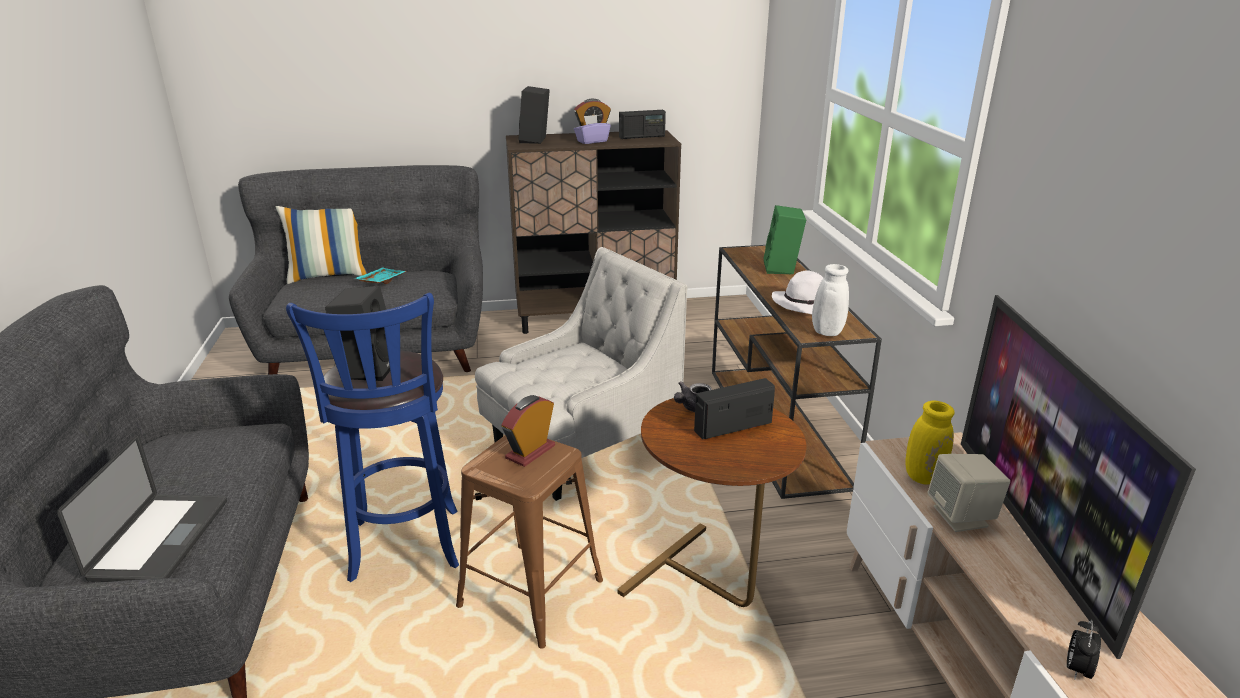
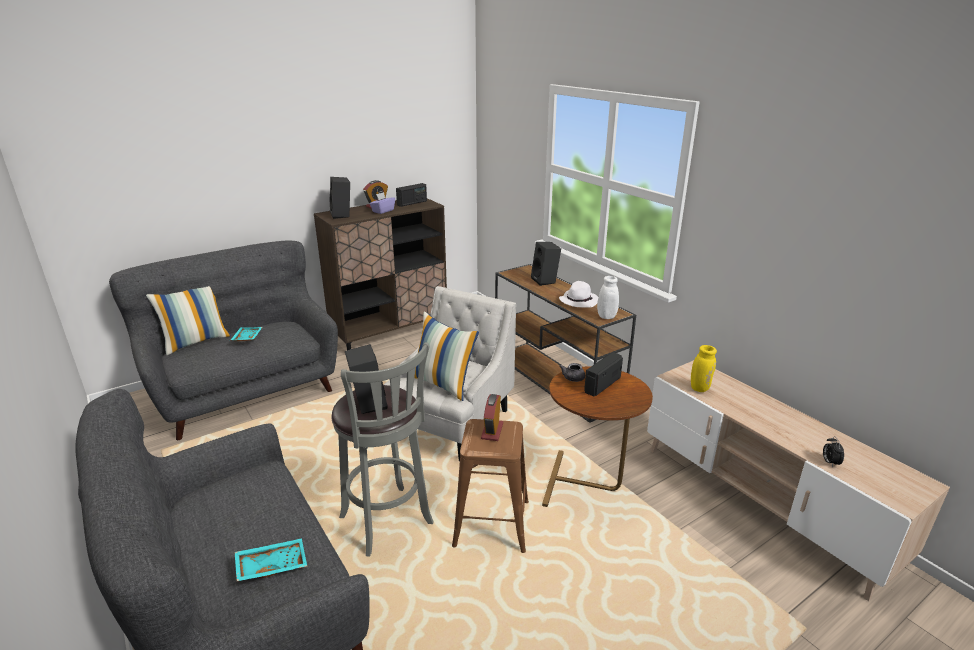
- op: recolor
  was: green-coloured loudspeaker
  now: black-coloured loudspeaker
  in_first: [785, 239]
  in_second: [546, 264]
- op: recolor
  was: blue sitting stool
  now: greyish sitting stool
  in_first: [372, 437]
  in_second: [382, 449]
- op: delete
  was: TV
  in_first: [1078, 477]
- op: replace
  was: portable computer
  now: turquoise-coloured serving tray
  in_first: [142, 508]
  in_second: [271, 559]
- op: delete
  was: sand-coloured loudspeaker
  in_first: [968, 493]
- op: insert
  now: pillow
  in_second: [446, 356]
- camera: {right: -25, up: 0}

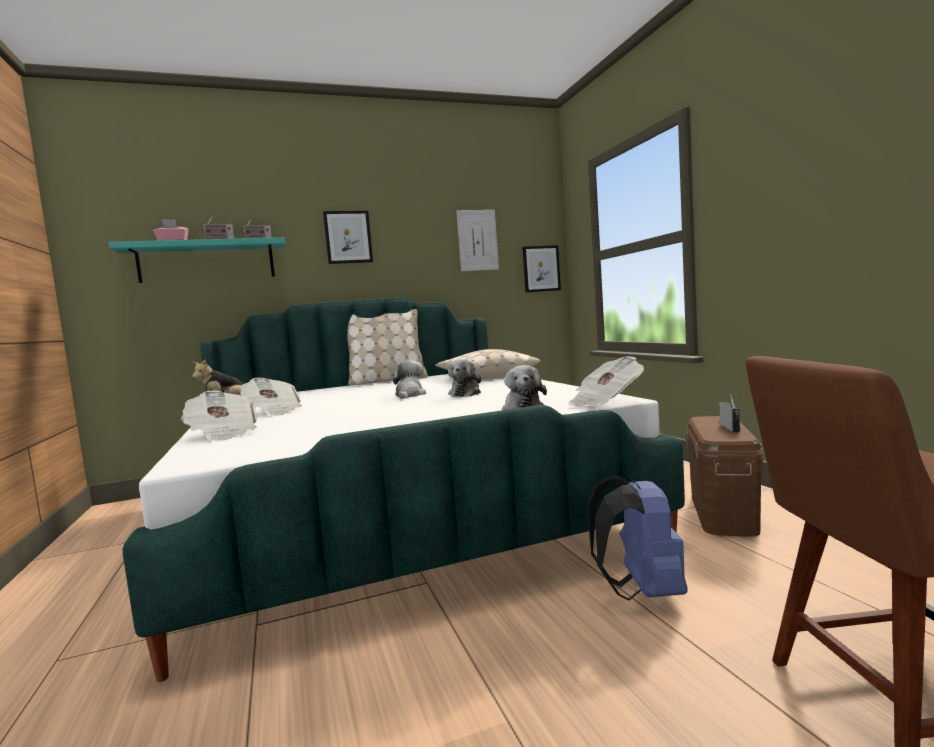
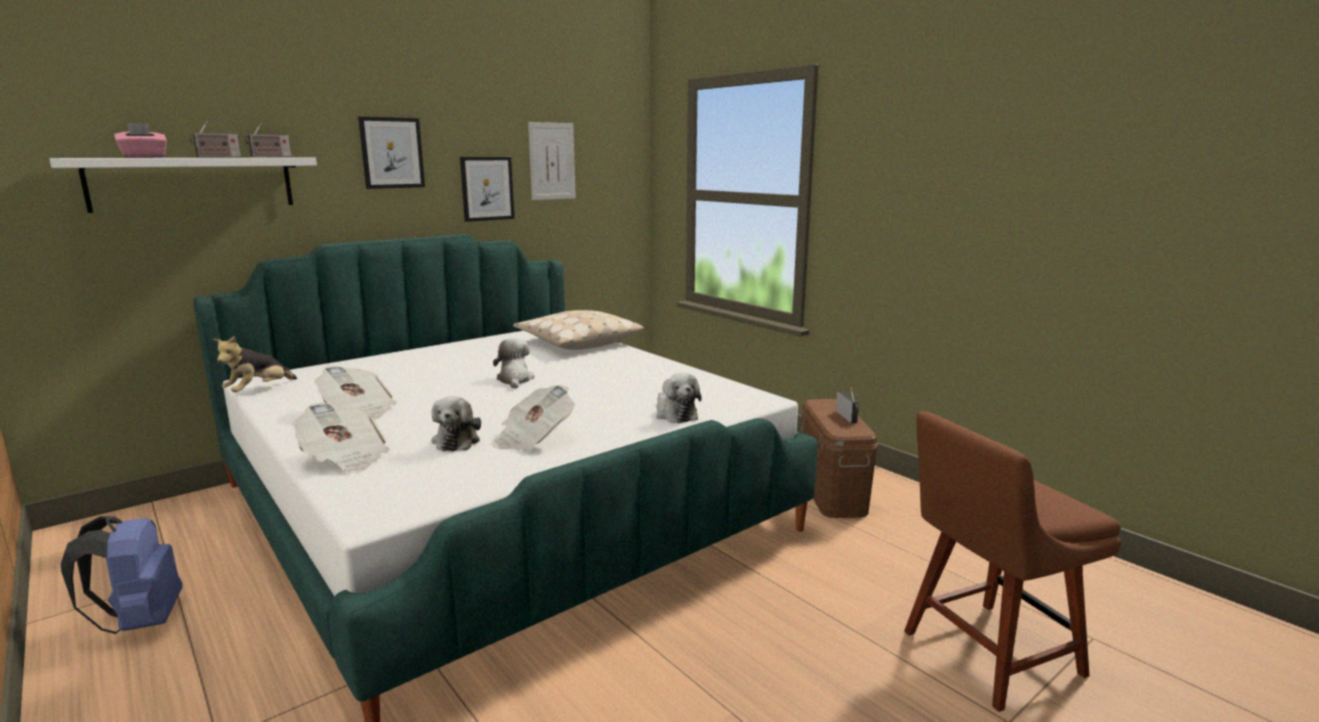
- op: recolor
  was: turquoise-coloured wall shelf
  now: white wall shelf
  in_first: [196, 260]
  in_second: [183, 185]
- op: move
  was: picture
  in_first: [541, 269]
  in_second: [487, 189]
- op: delete
  was: sand-coloured pillow
  in_first: [387, 347]
- op: move
  was: newspaper
  in_first: [606, 381]
  in_second: [533, 418]
- op: move
  was: plush toy
  in_first: [464, 378]
  in_second: [456, 423]
- op: move
  was: blue rucksack
  in_first: [637, 537]
  in_second: [122, 575]
- camera: {right: -20, up: 10}

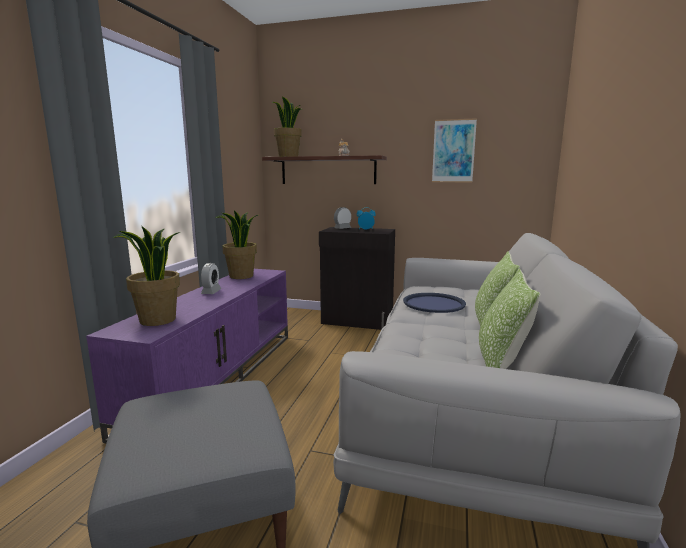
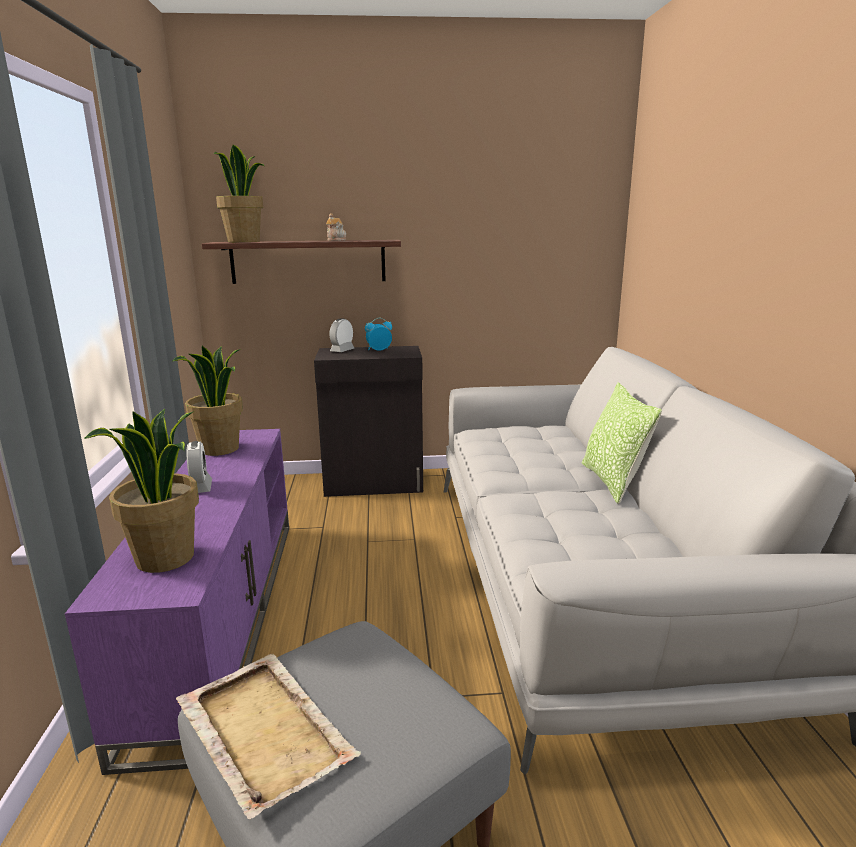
- op: delete
  was: picture
  in_first: [454, 150]
- op: delete
  was: pillow
  in_first: [510, 319]
- op: delete
  was: blue serving tray
  in_first: [434, 303]
- op: insert
  now: sand-coloured serving tray
  in_second: [268, 736]
- camera: {right: -20, up: 5}

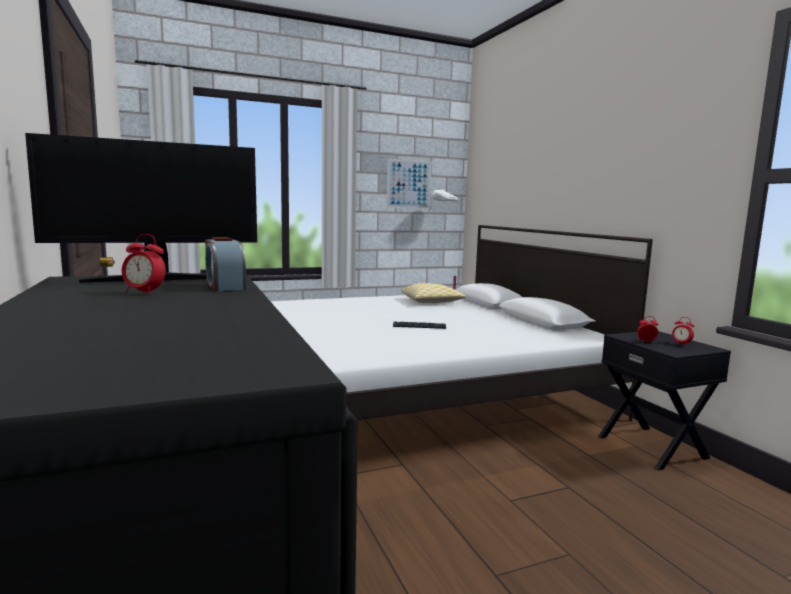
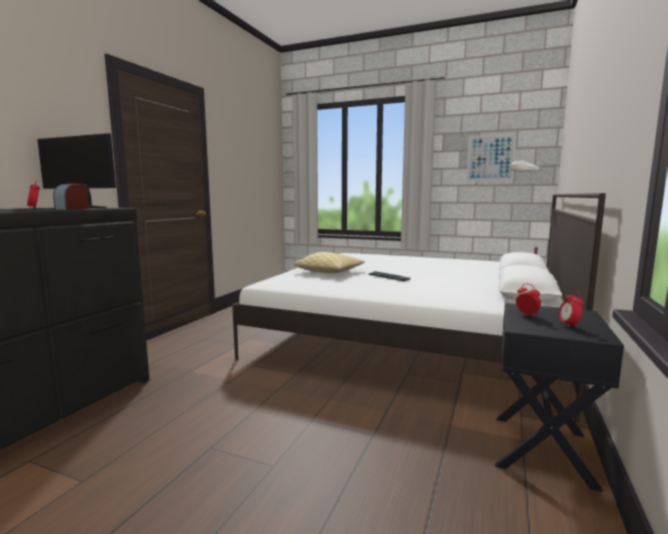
- op: move
  was: pillow
  in_first: [433, 293]
  in_second: [329, 262]
- camera: {right: 45, up: 0}

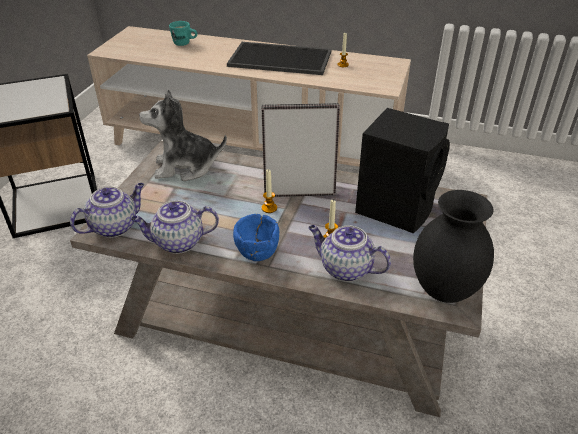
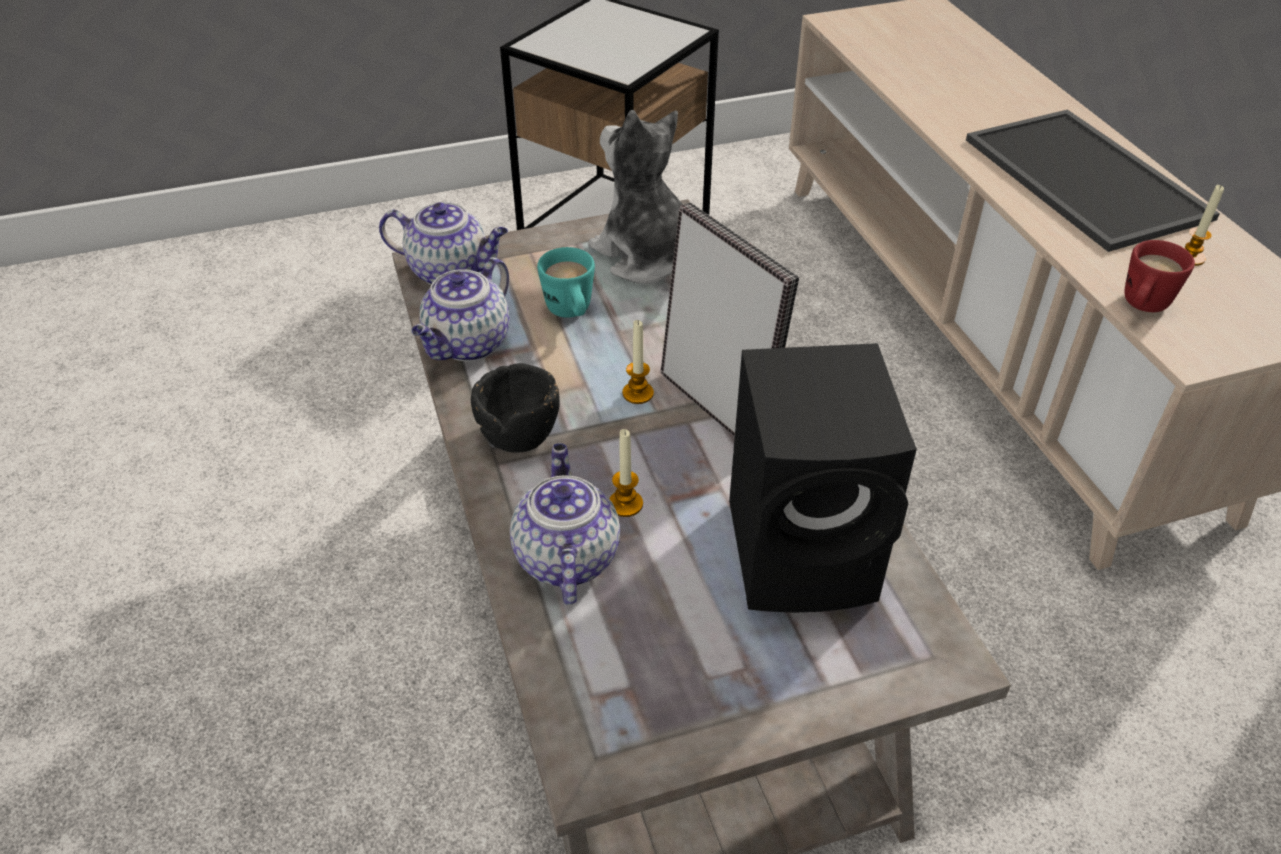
- op: move
  was: turquoise-coloured tea mug
  in_first: [183, 33]
  in_second: [566, 282]
- op: delete
  was: black-coloured flower vase
  in_first: [453, 246]
- op: rotate
  was: pot for tea
  in_first: [175, 227]
  in_second: [461, 309]
  clockwise: -105
- op: recolor
  was: blue bowl
  now: black-coloured bowl
  in_first: [256, 237]
  in_second: [515, 408]
- op: insert
  now: red tea mug
  in_second: [1159, 276]
- camera: {right: 55, up: 5}

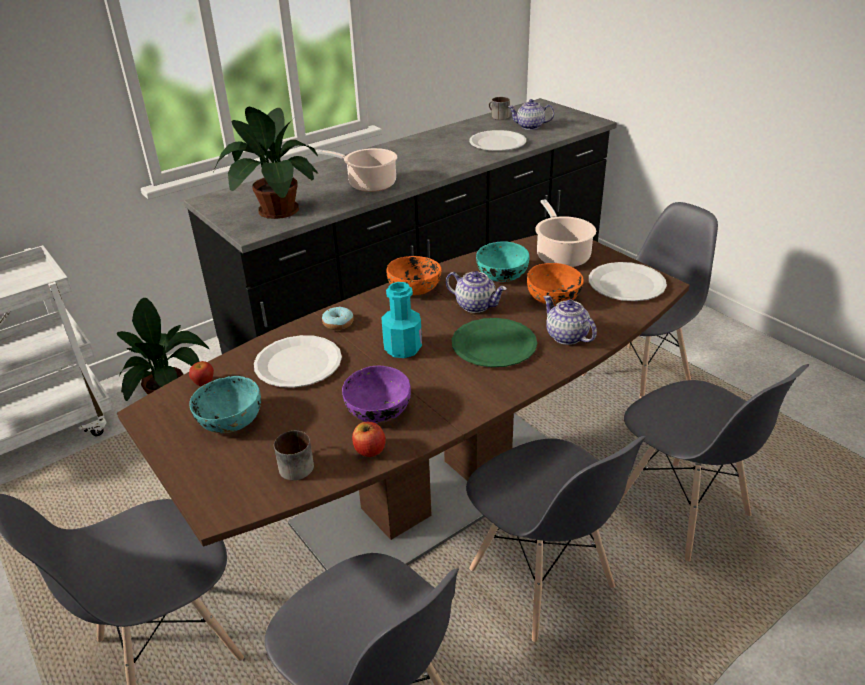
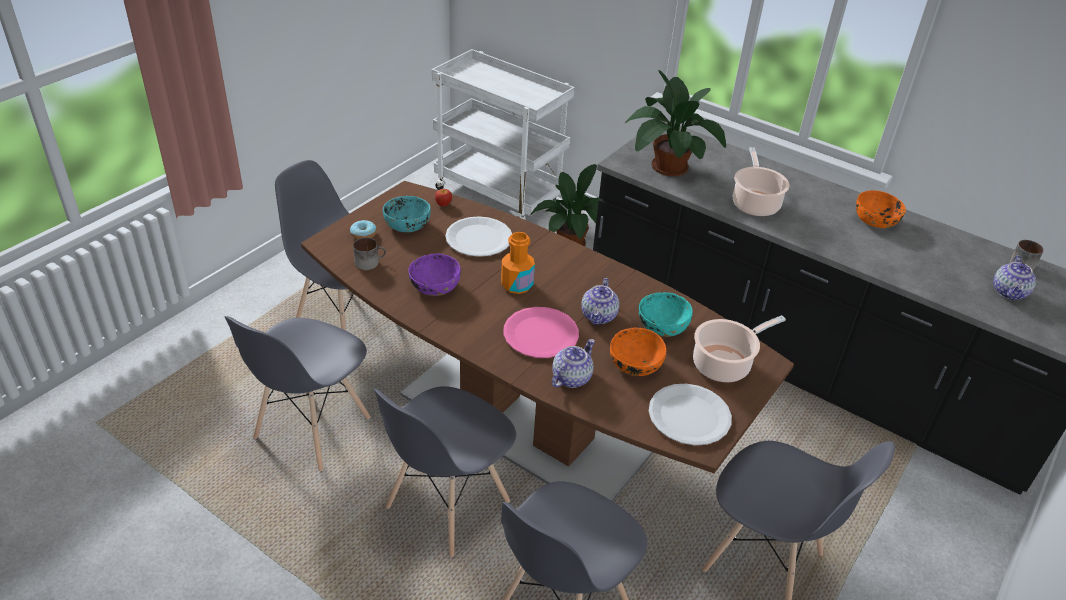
- op: rotate
  was: pot for tea
  in_first: [531, 114]
  in_second: [1014, 277]
  clockwise: -150
- op: delete
  was: white flat dish
  in_first: [497, 140]
- op: move
  was: orange-coloured bowl
  in_first: [413, 275]
  in_second: [881, 209]
- op: recolor
  was: turquoise-coloured drink bottle
  now: orange-coloured drink bottle
  in_first: [401, 320]
  in_second: [518, 263]
- op: move
  was: donut
  in_first: [338, 318]
  in_second: [363, 229]
- op: recolor
  was: green-coloured flat dish
  now: pink flat dish
  in_first: [494, 342]
  in_second: [541, 332]
- op: delete
  was: apple fruit
  in_first: [369, 439]
- camera: {right: 70, up: 5}

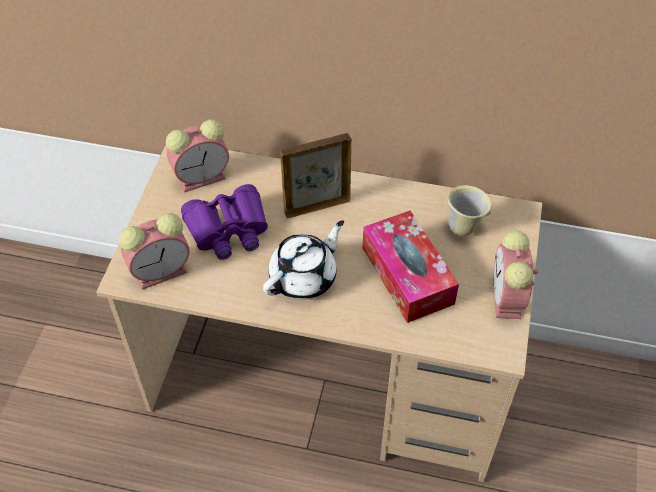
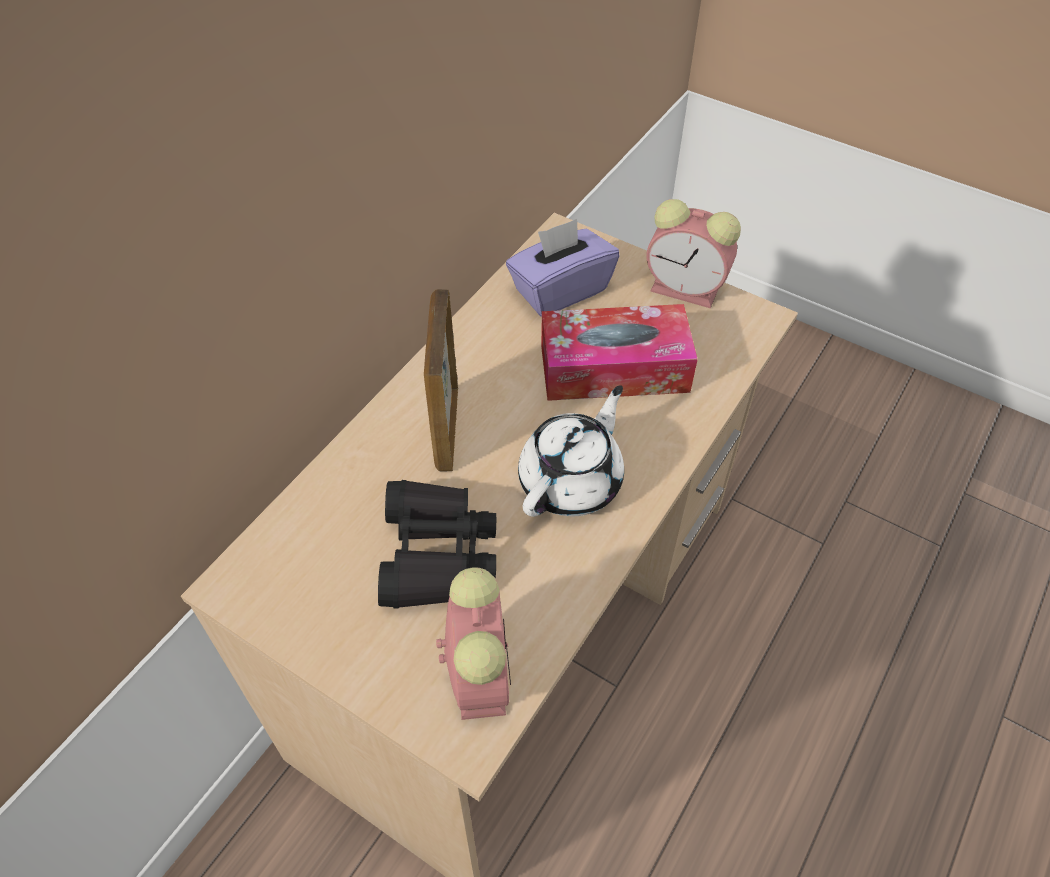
- op: delete
  was: table clock
  in_first: [197, 155]
- op: recolor
  was: purple pair of binoculars
  now: black-coloured pair of binoculars
  in_first: [224, 222]
  in_second: [437, 544]
- op: replace
  was: sand-coloured tea mug
  now: purple tissue box
  in_first: [469, 210]
  in_second: [563, 268]
- op: rotate
  was: white pot for tea
  in_first: [303, 260]
  in_second: [571, 451]
  clockwise: 60
- camera: {right: -70, up: 0}

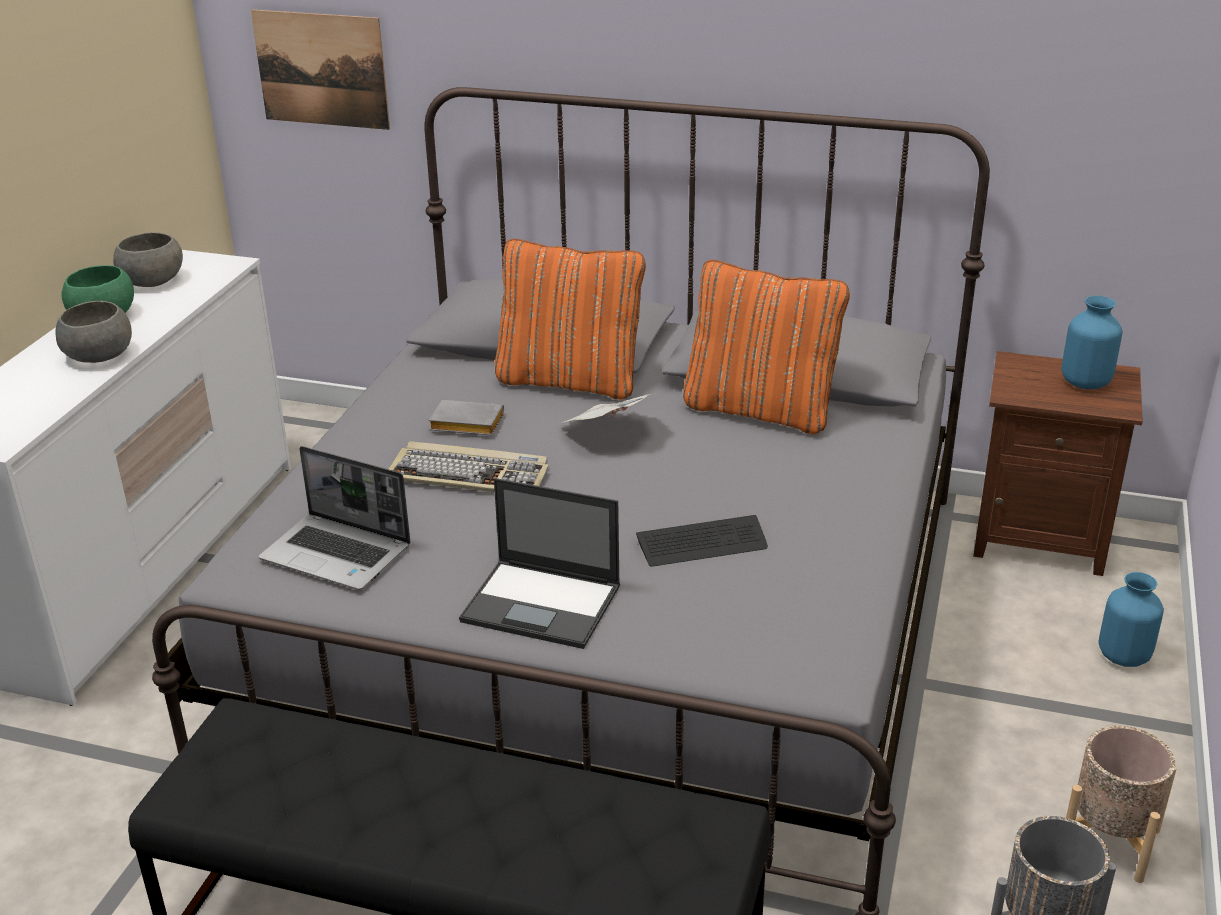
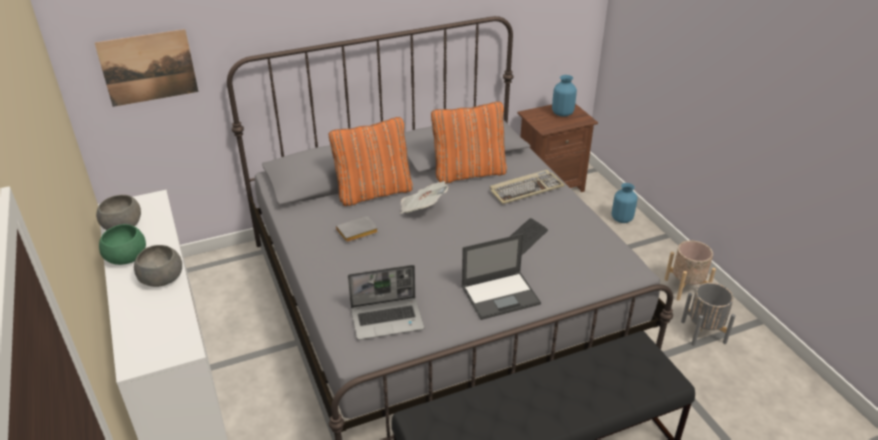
- op: move
  was: computer keyboard
  in_first: [469, 466]
  in_second: [527, 187]
- camera: {right: -40, up: 5}

